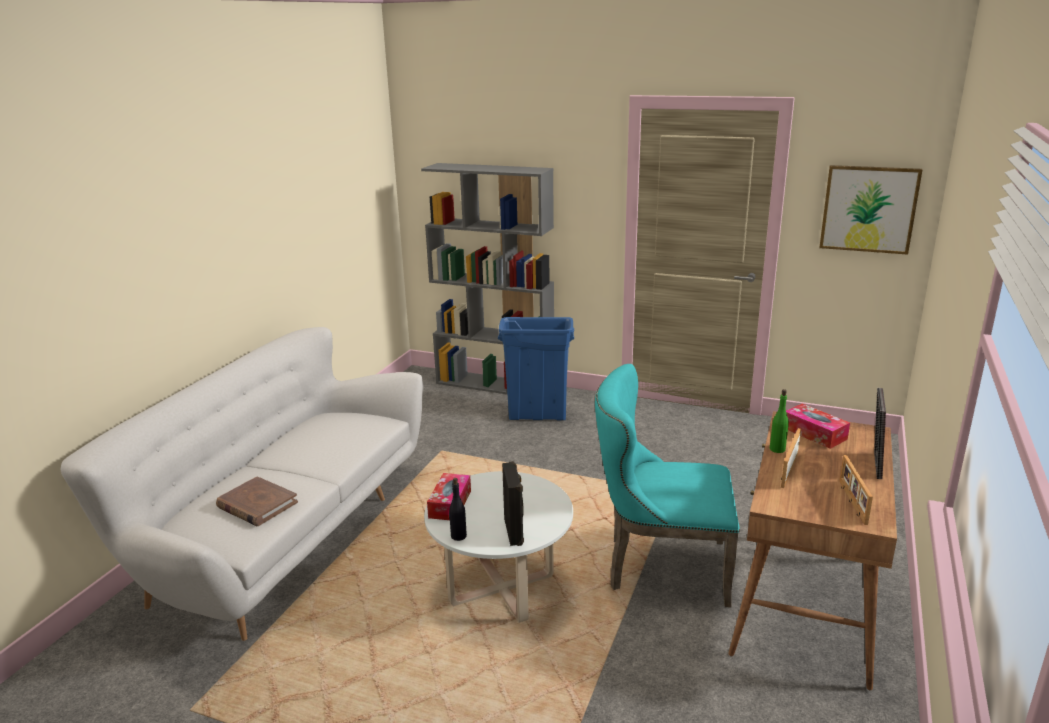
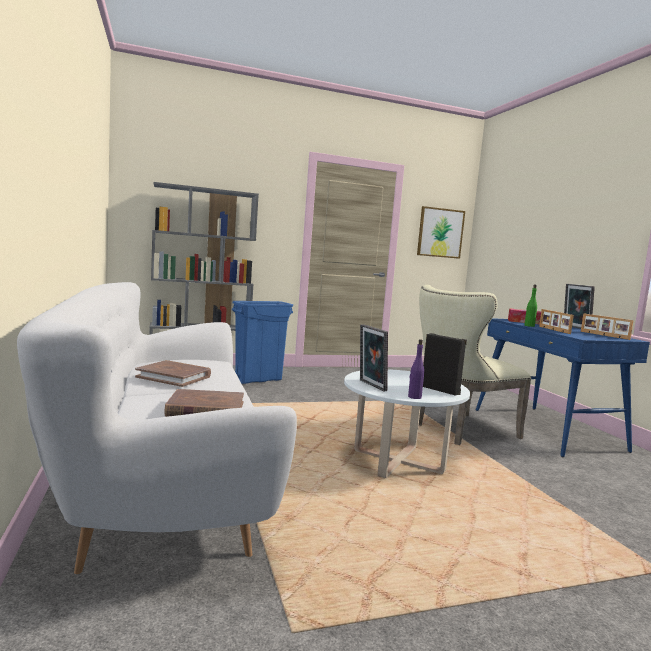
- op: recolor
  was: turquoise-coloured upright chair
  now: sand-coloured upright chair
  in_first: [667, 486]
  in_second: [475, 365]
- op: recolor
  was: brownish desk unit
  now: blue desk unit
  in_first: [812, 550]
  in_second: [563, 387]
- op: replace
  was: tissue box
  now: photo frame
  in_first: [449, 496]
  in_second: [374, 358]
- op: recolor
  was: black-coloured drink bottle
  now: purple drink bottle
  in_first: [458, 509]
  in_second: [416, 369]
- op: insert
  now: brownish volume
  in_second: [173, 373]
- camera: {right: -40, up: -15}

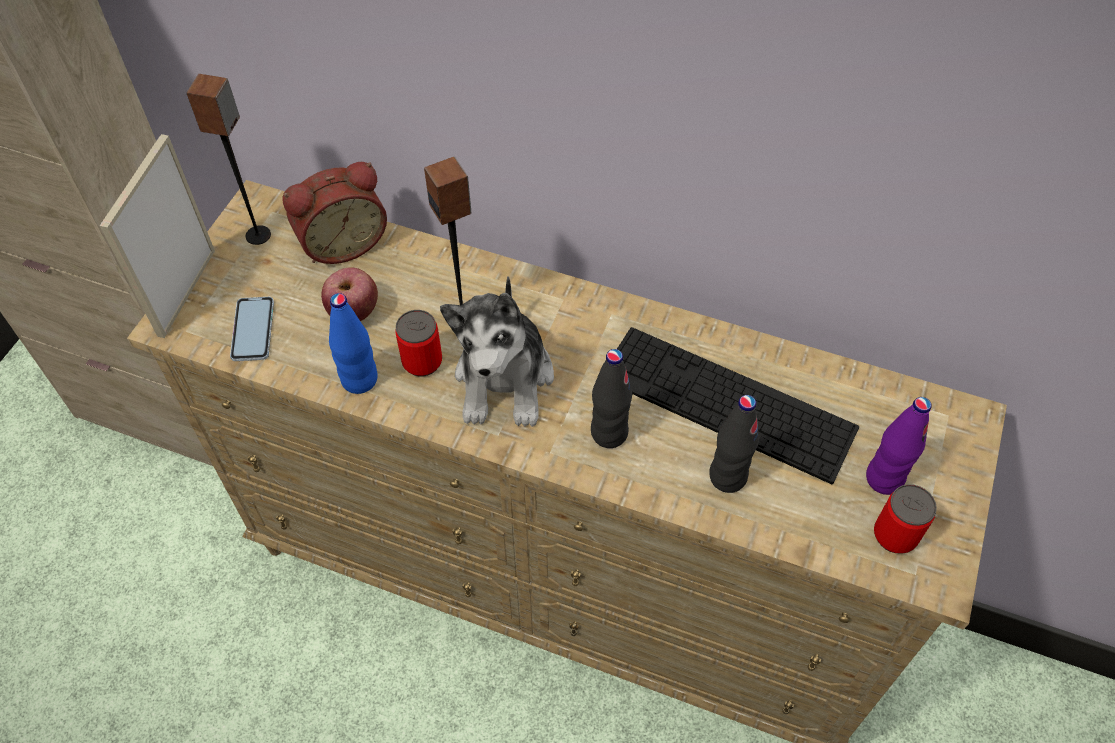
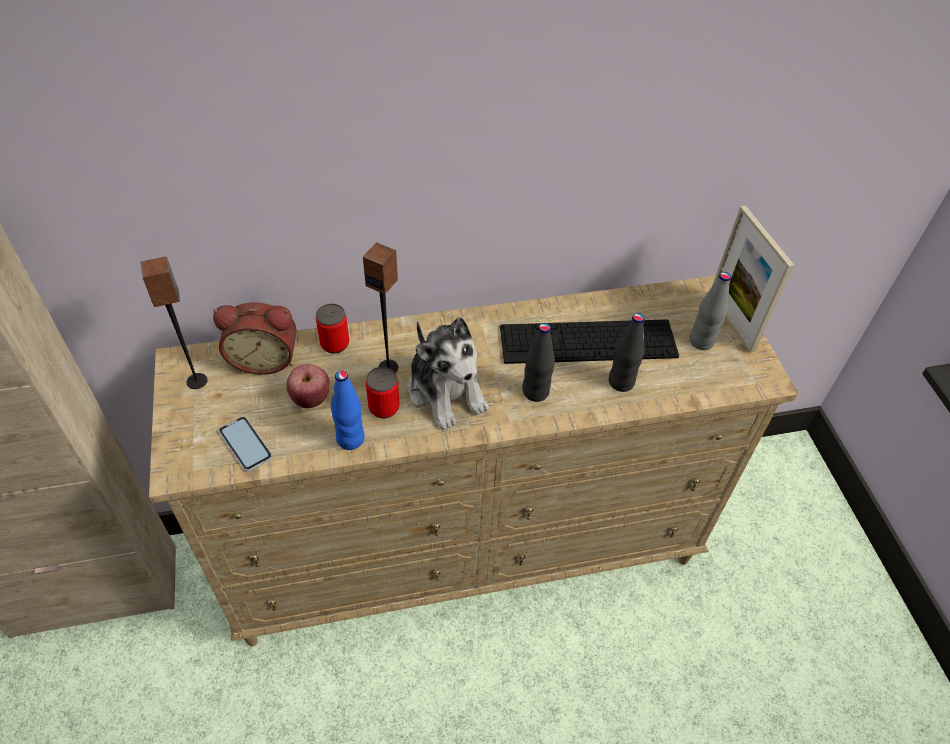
- op: move
  was: photo frame
  in_first: [157, 236]
  in_second: [753, 279]
- op: rotate
  was: table clock
  in_first: [334, 213]
  in_second: [255, 338]
  clockwise: 60
- op: recolor
  was: purple drink bottle
  now: greyish drink bottle
  in_first: [899, 446]
  in_second: [710, 311]
- op: move
  was: metal can
  in_first: [905, 519]
  in_second: [332, 329]
- camera: {right: -35, up: -5}

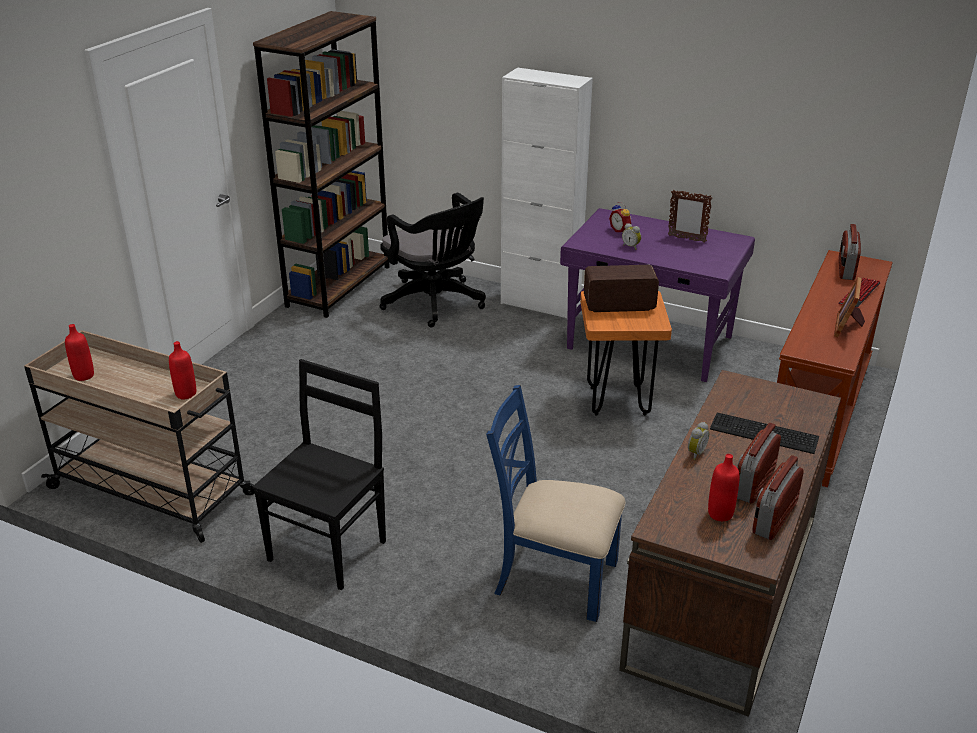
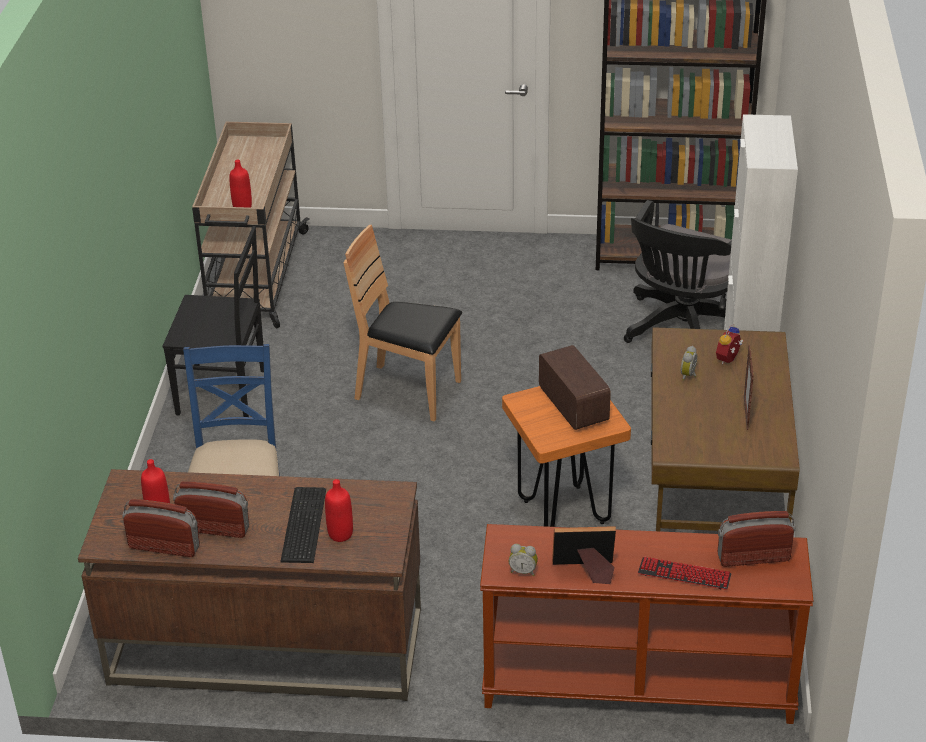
- op: recolor
  was: purple desk unit
  now: brownish desk unit
  in_first: [657, 295]
  in_second: [725, 429]
- op: move
  was: red drink bottle
  in_first: [79, 352]
  in_second: [339, 510]
- op: move
  was: table clock
  in_first: [698, 441]
  in_second: [523, 560]
- op: insert
  now: brownish upright chair
  in_second: [403, 323]
- camera: {right: 70, up: 5}

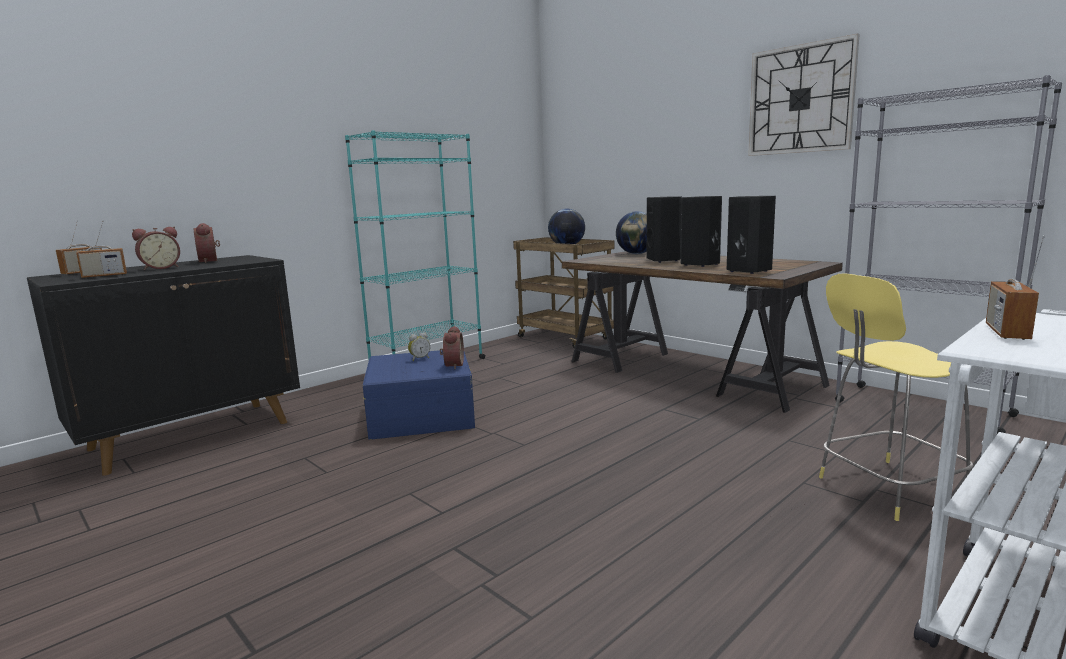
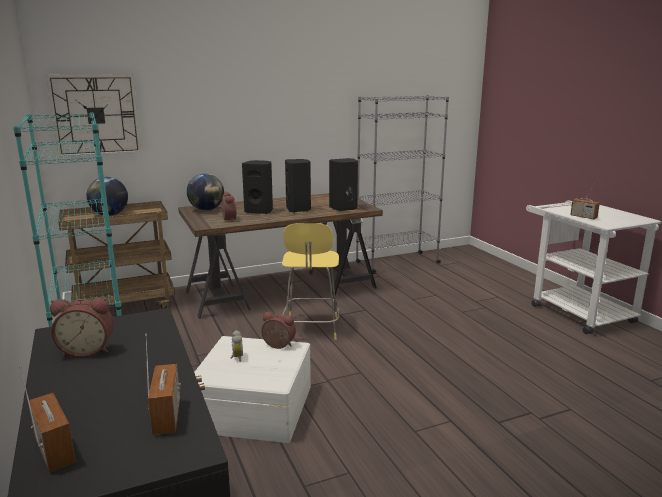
- op: move
  was: wall clock
  in_first: [804, 94]
  in_second: [94, 116]
- op: move
  was: table clock
  in_first: [156, 248]
  in_second: [228, 207]
- op: move
  was: yellowish sitting stool
  in_first: [896, 397]
  in_second: [311, 281]
- op: recolor
  was: blue storage container
  now: white storage container
  in_first: [419, 395]
  in_second: [252, 389]
- camera: {right: -70, up: 5}

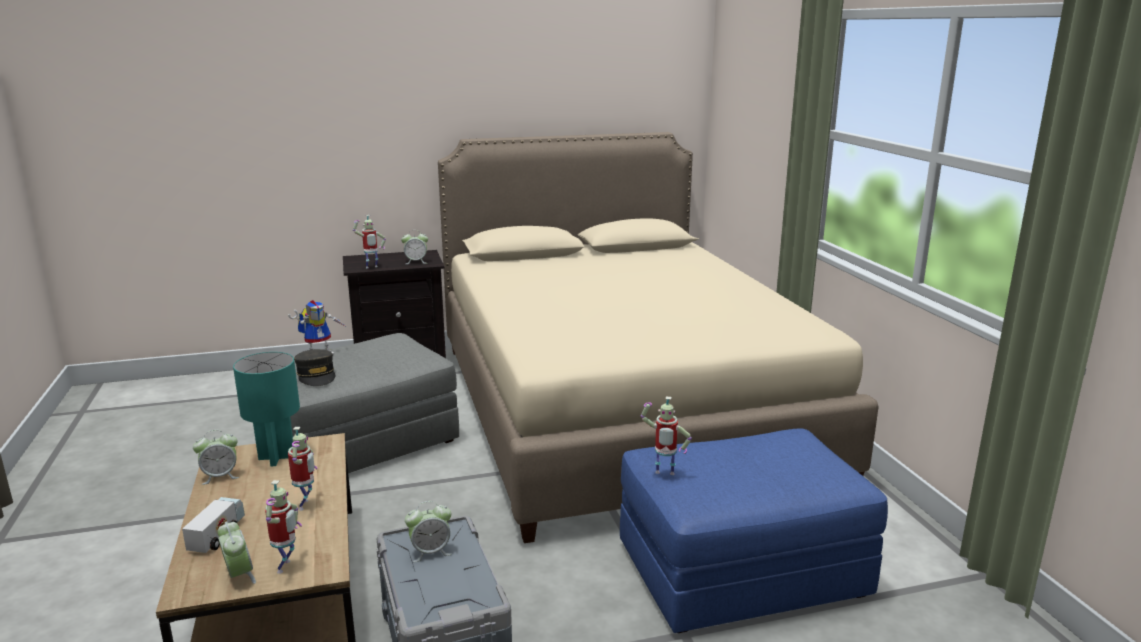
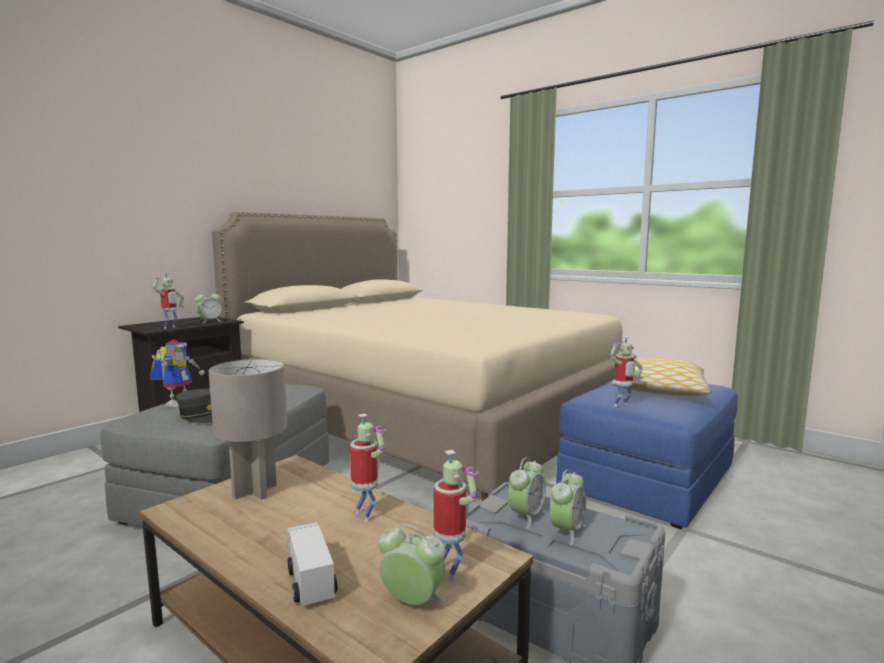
- op: recolor
  was: turquoise-coloured table lamp
  now: greyish table lamp
  in_first: [266, 409]
  in_second: [248, 429]
- op: move
  was: table clock
  in_first: [216, 457]
  in_second: [568, 507]
- op: insert
  now: pillow
  in_second: [661, 377]
- camera: {right: -35, up: -10}

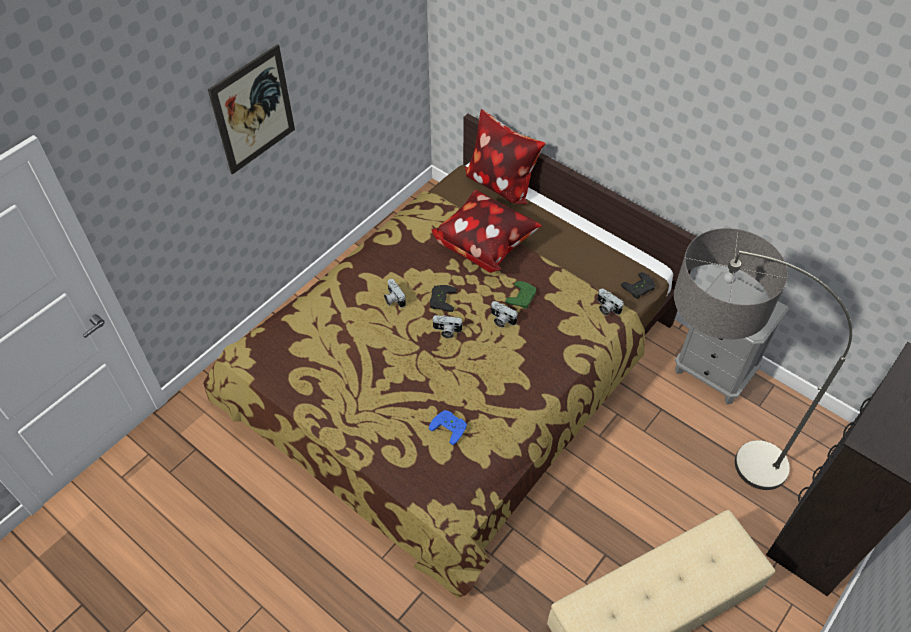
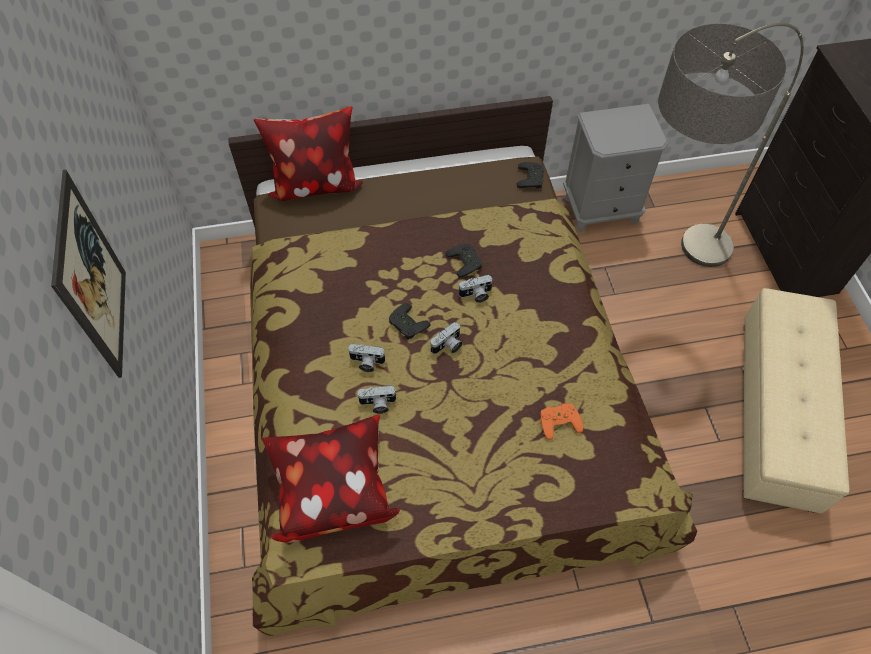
- op: move
  was: pillow
  in_first: [486, 231]
  in_second: [331, 478]
- op: recolor
  was: green-coloured game controller
  now: black-coloured game controller
  in_first: [520, 295]
  in_second: [464, 261]
- op: move
  was: photo camera
  in_first: [610, 302]
  in_second: [377, 399]
- op: recolor
  was: blue game controller
  now: orange-coloured game controller
  in_first: [448, 427]
  in_second: [561, 421]
- camera: {right: -50, up: 5}

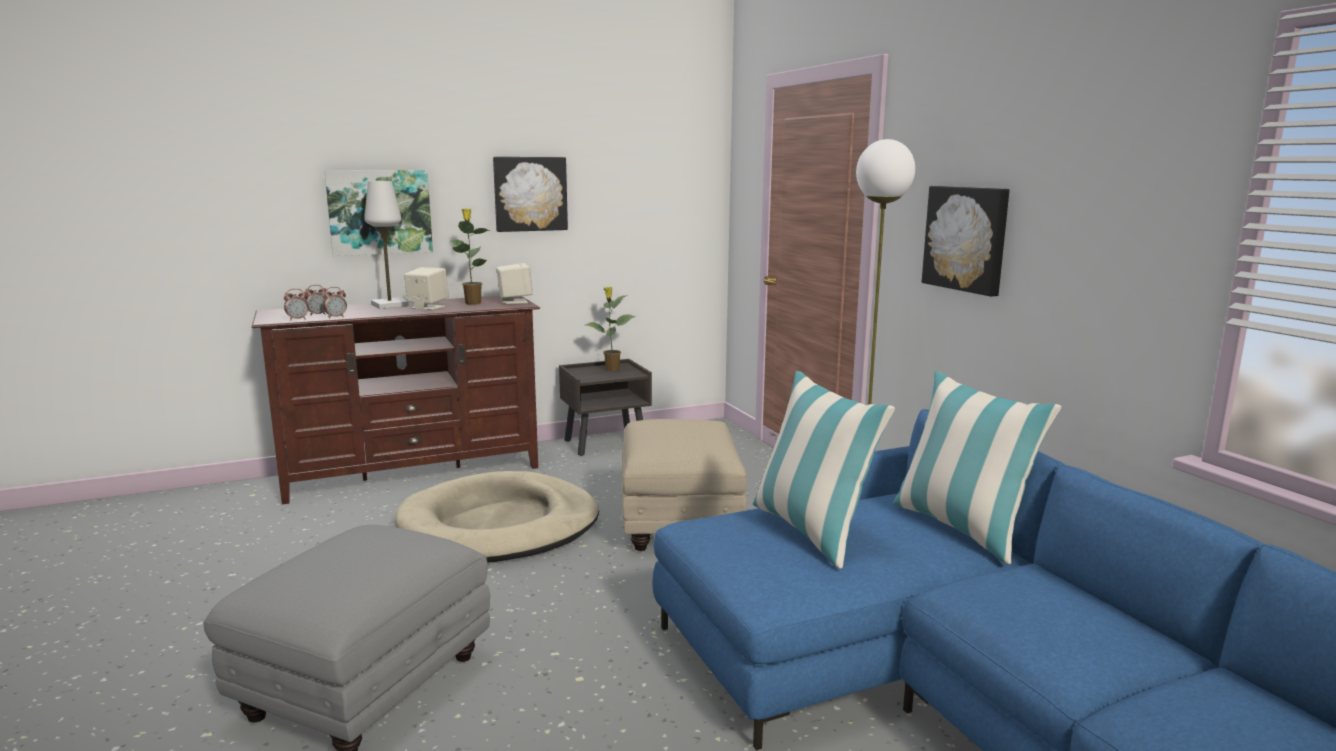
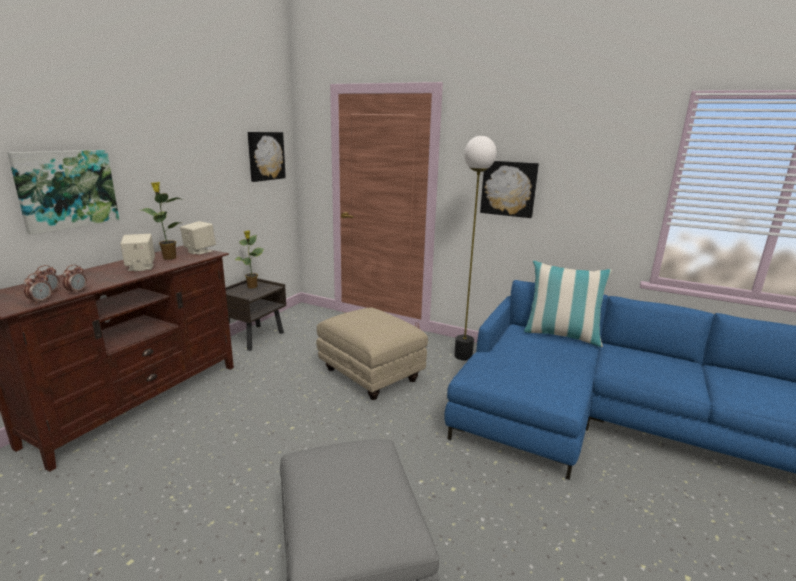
- op: move
  was: picture
  in_first: [530, 194]
  in_second: [267, 157]
- op: delete
  was: white table lamp
  in_first: [386, 245]
- op: delete
  was: pillow
  in_first: [824, 470]
- op: delete
  was: sand-coloured dog bed
  in_first: [497, 516]
- camera: {right: -40, up: 5}

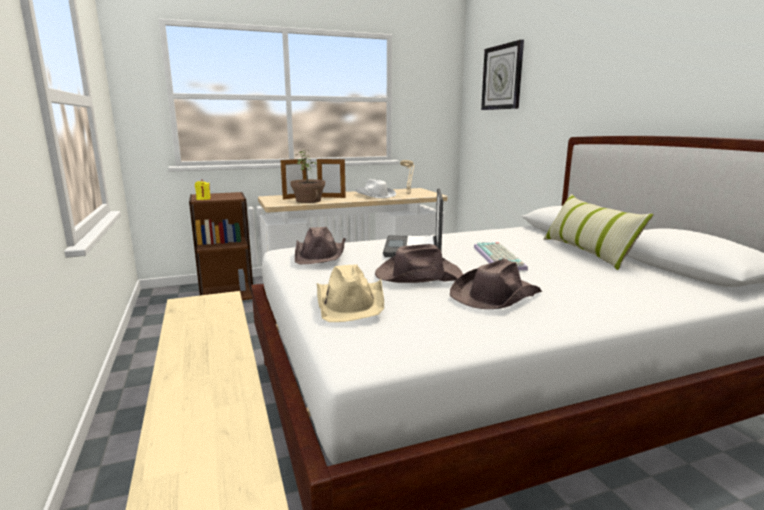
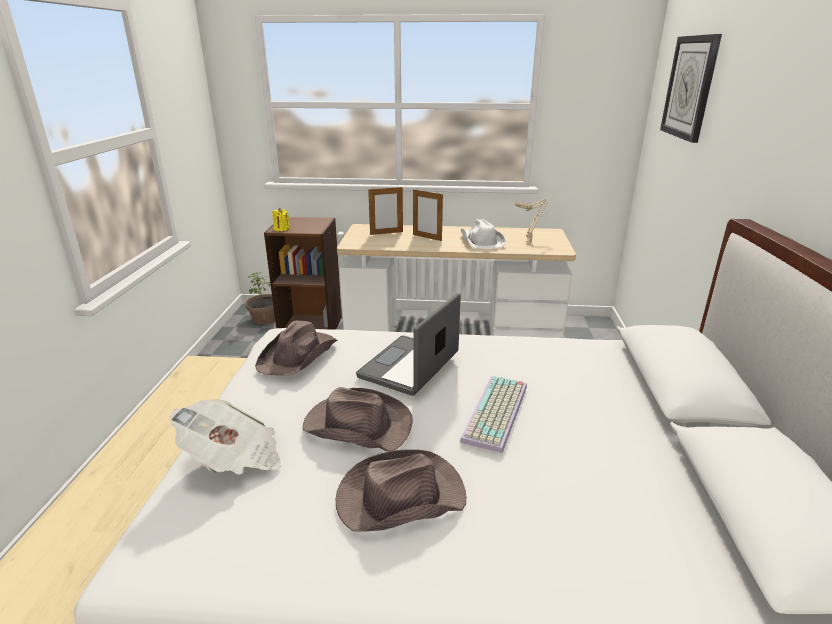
- op: move
  was: houseplant
  in_first: [307, 176]
  in_second: [260, 298]
- op: delete
  was: pillow
  in_first: [598, 232]
- op: replace
  was: sand-coloured clothing hat
  now: newspaper
  in_first: [350, 293]
  in_second: [225, 437]
- camera: {right: 25, up: 10}

